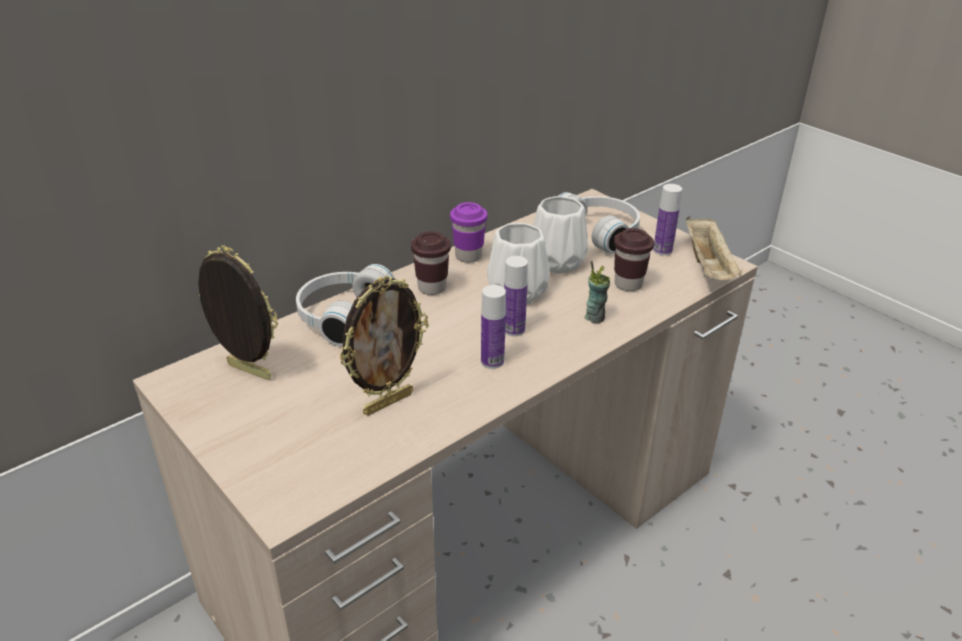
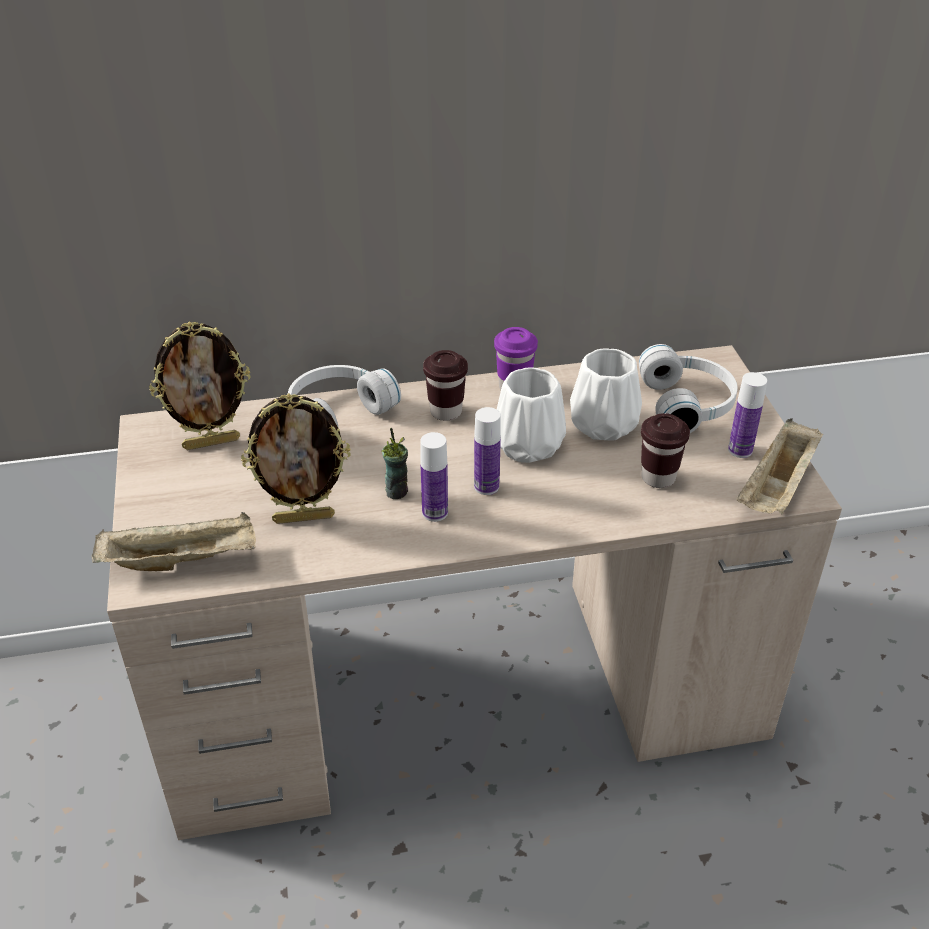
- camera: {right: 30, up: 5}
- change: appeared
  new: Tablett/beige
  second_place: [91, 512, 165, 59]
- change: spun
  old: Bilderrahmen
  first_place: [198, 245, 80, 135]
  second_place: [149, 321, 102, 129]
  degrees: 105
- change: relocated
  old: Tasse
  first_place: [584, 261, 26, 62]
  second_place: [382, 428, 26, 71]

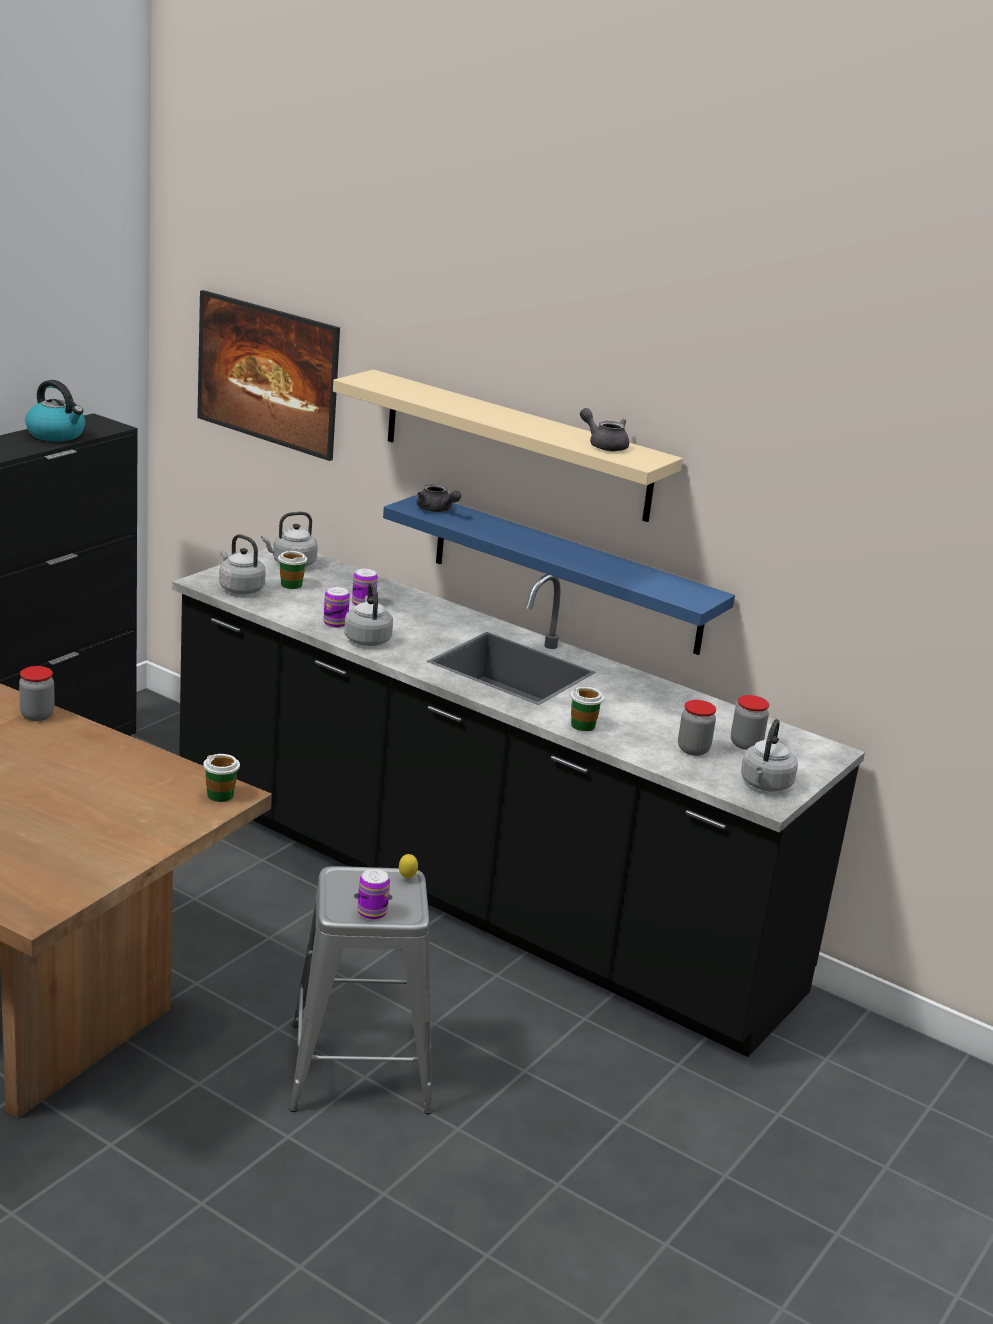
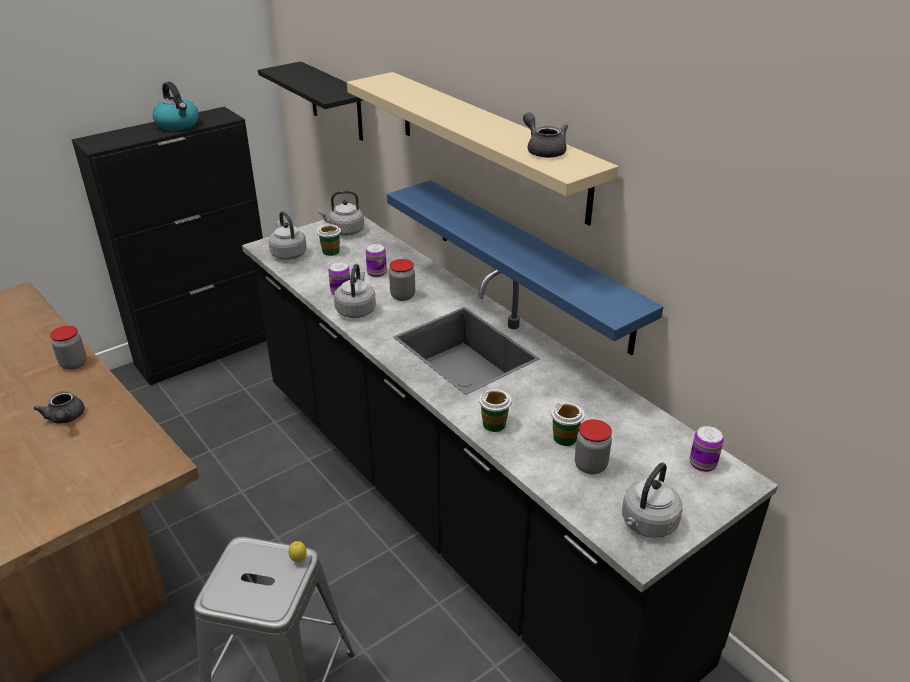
- camera: {right: 20, up: 10}
- change: relocated
  old: Teekanne/grau
  first_place: [417, 484, 44, 28]
  second_place: [34, 391, 51, 33]
- change: exchanged
  old: Bild
  new: Wandregal/schwarz
  first_place: [197, 290, 143, 171]
  second_place: [258, 61, 105, 80]
- change: relocated
  old: Vorratsglas
  first_place: [731, 695, 38, 55]
  second_place: [389, 259, 26, 42]
- change: relocated
  old: Tasse
  first_place: [203, 754, 37, 48]
  second_place: [551, 402, 34, 44]
- change: relocated
  old: Dose
  first_place: [357, 869, 33, 51]
  second_place: [690, 426, 34, 46]

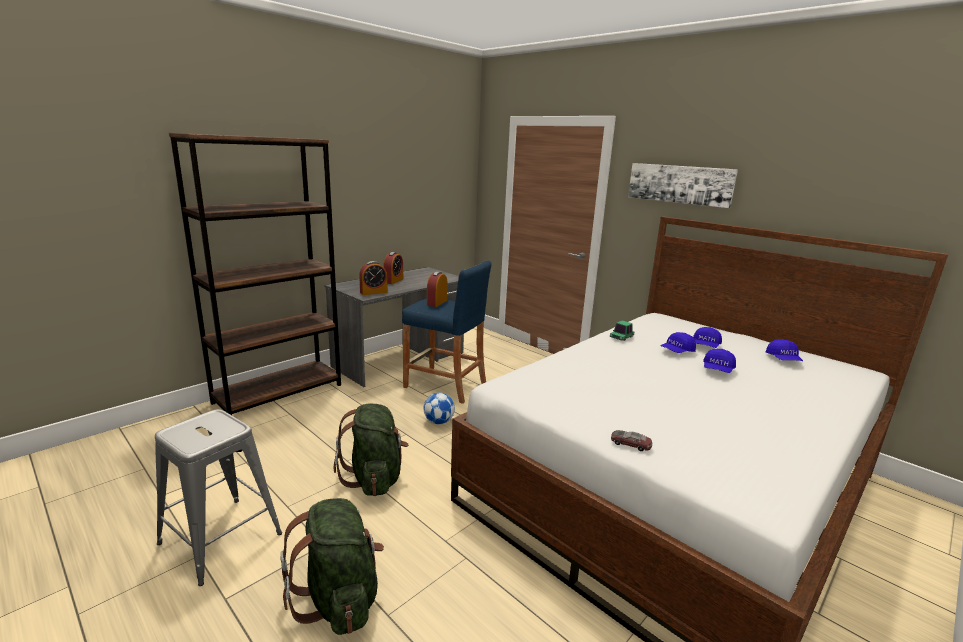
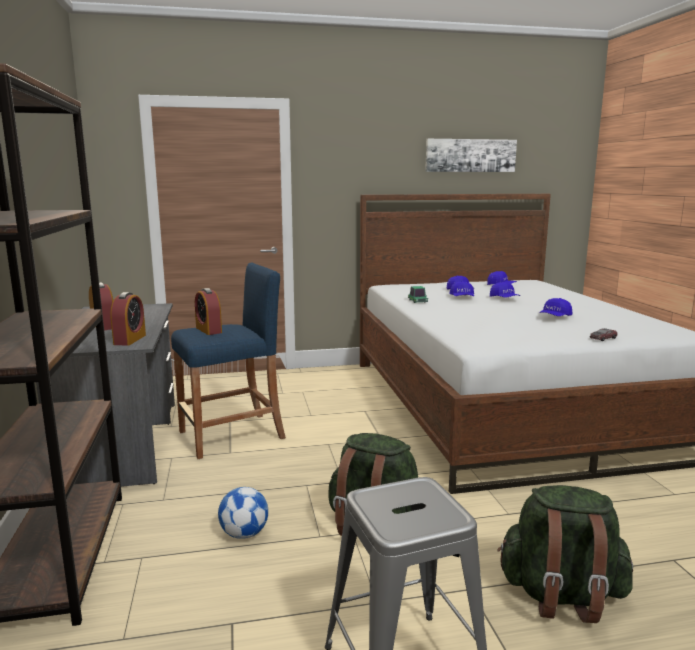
- camera: {right: -55, up: -5}
- change: relocated
  old: Fußball
  first_place: [424, 393, 31, 31]
  second_place: [218, 487, 51, 52]
- change: relocated
  old: Bild
  first_place: [628, 163, 110, 45]
  second_place: [425, 139, 92, 33]
- change: appeared
  new: Kappe/blau
  second_place: [539, 298, 33, 18]

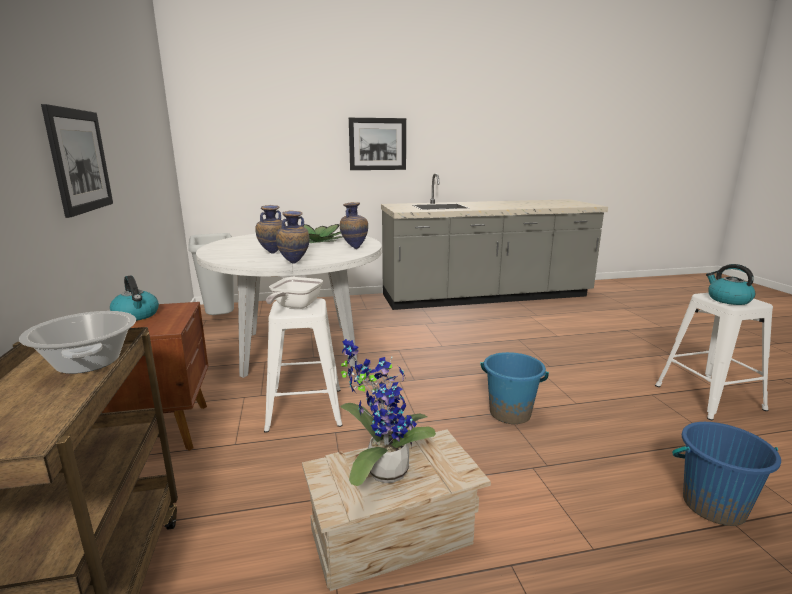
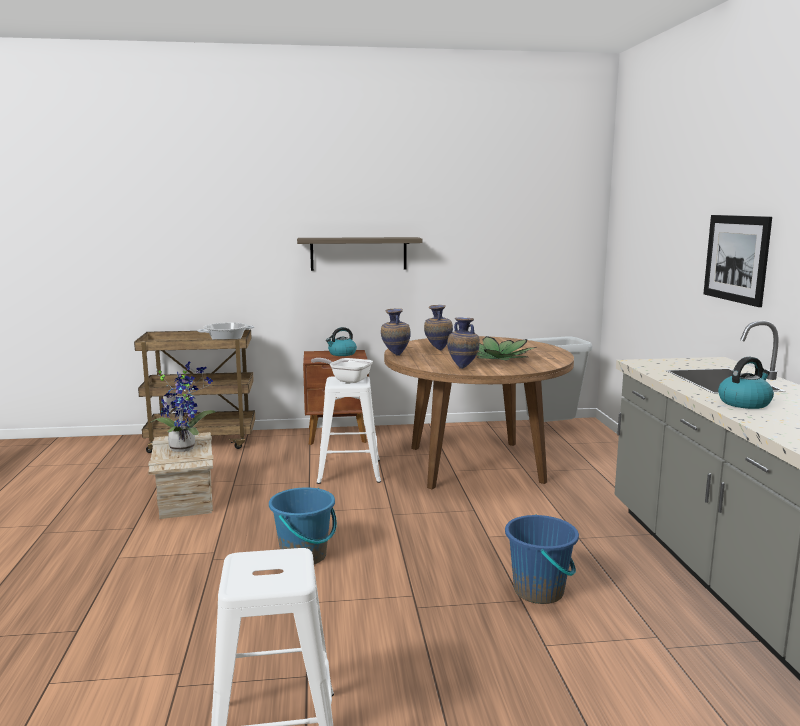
- camera: {right: 95, up: -5}
- change: exchanged
  old: Bild
  new: Wandregal
  first_place: [41, 104, 72, 114]
  second_place: [297, 237, 125, 34]
- change: colour
  old: Esstisch/weiß
  new: Esstisch/braun
  first_place: [196, 231, 186, 147]
  second_place: [384, 336, 190, 153]
- change: relocated
  old: Eimer/blau
  first_place: [672, 422, 109, 104]
  second_place: [505, 514, 74, 90]
- change: relocated
  old: Wasserkessel
  first_place: [706, 264, 49, 41]
  second_place: [718, 357, 56, 52]

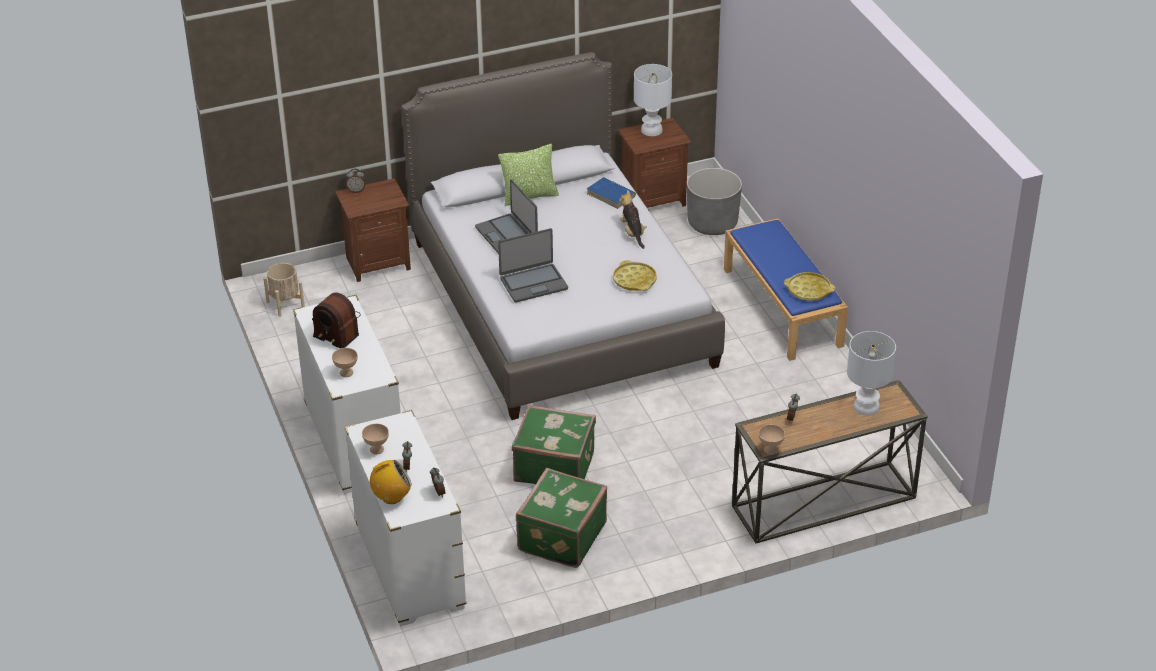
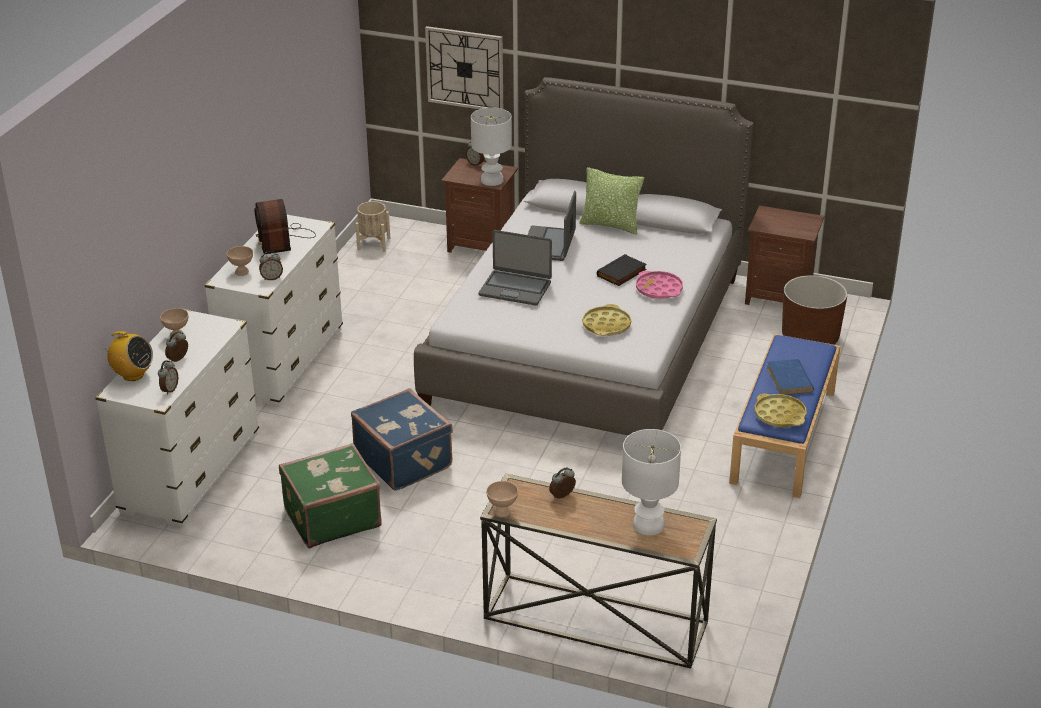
- camera: {right: 40, up: -5}
- change: appeared
  new: Wecker
  second_place: [259, 251, 24, 29]
- change: colour
  old: Koffer/grün
  new: Koffer/blau
  first_place: [512, 405, 84, 79]
  second_place: [351, 388, 102, 103]
- change: appeared
  new: Wanduhr
  second_place: [425, 26, 78, 83]
- change: relocated
  old: Tischlampe/weiß
  first_place: [634, 64, 38, 72]
  second_place: [471, 107, 41, 79]
- change: appeared
  new: Buch/schwarz
  second_place: [597, 254, 50, 32]
- change: exchanged
  old: Plüschtier
  new: Tablett/rosa
  first_place: [619, 190, 28, 59]
  second_place: [636, 271, 47, 28]
- change: relocated
  old: Buch/blau
  first_place: [587, 177, 49, 32]
  second_place: [767, 359, 47, 36]
- change: colour
  old: Pflanzkübel/grau
  new: Pflanzkübel/braun
  first_place: [687, 168, 55, 67]
  second_place: [782, 275, 65, 70]

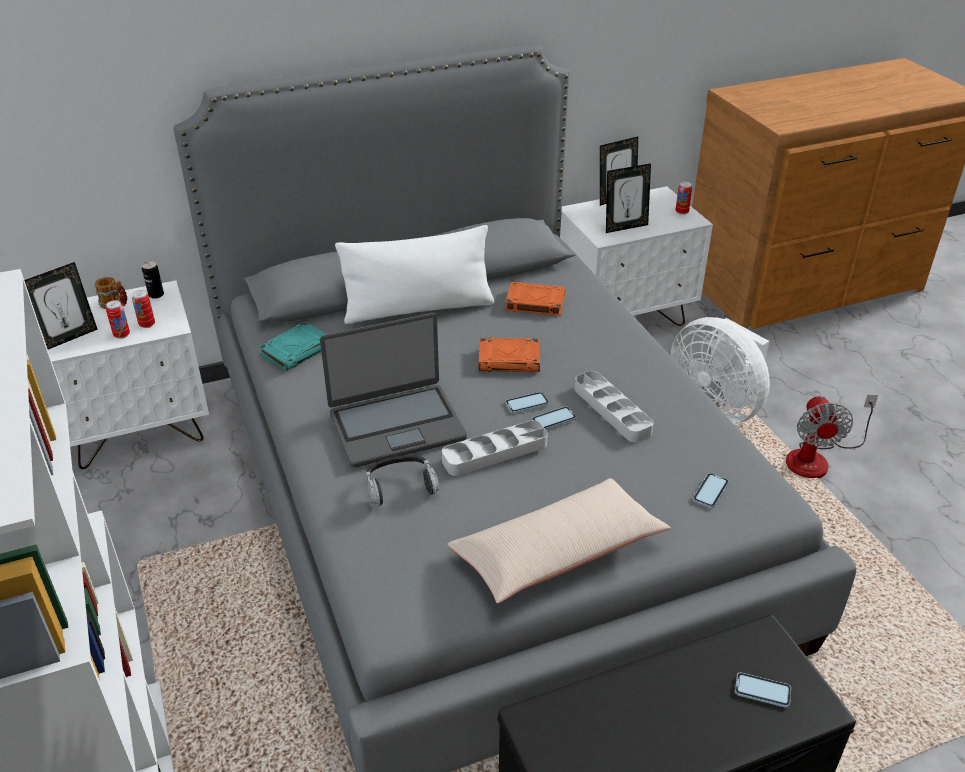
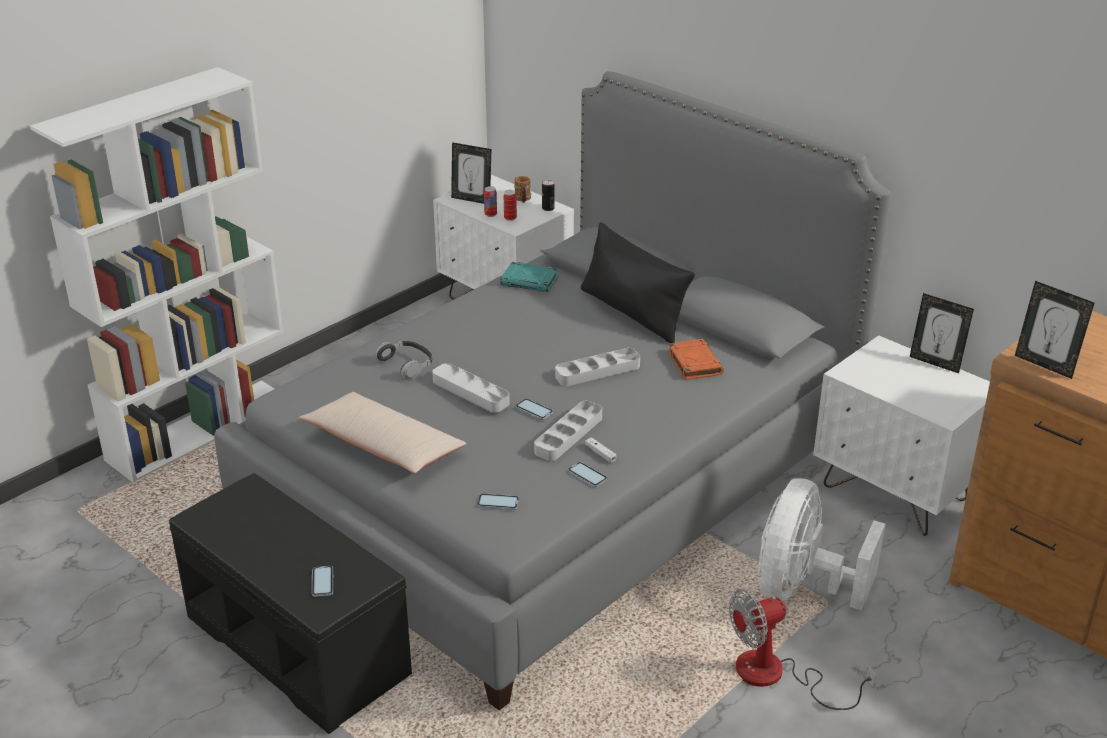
- camera: {right: 65, up: -5}
- change: exchanged
  old: Buch/orange
  new: Tablett/grau
  first_place: [479, 337, 61, 35]
  second_place: [555, 348, 85, 38]
- change: relocated
  old: Handy
  first_place: [505, 392, 44, 21]
  second_place: [568, 462, 39, 25]
- change: colour
  old: Kissen/weiß
  new: Kissen/schwarz
  first_place: [335, 225, 159, 99]
  second_place: [581, 222, 114, 121]
- change: appeared
  new: Gamepad/weiß
  second_place: [585, 437, 32, 26]
- change: relocated
  old: Bilderrahmen
  first_place: [606, 163, 45, 70]
  second_place: [1015, 281, 79, 98]
- change: missing
  old: Laptop
  first_place: [320, 313, 147, 154]
- change: missing
  old: Dose
  first_place: [675, 182, 17, 33]

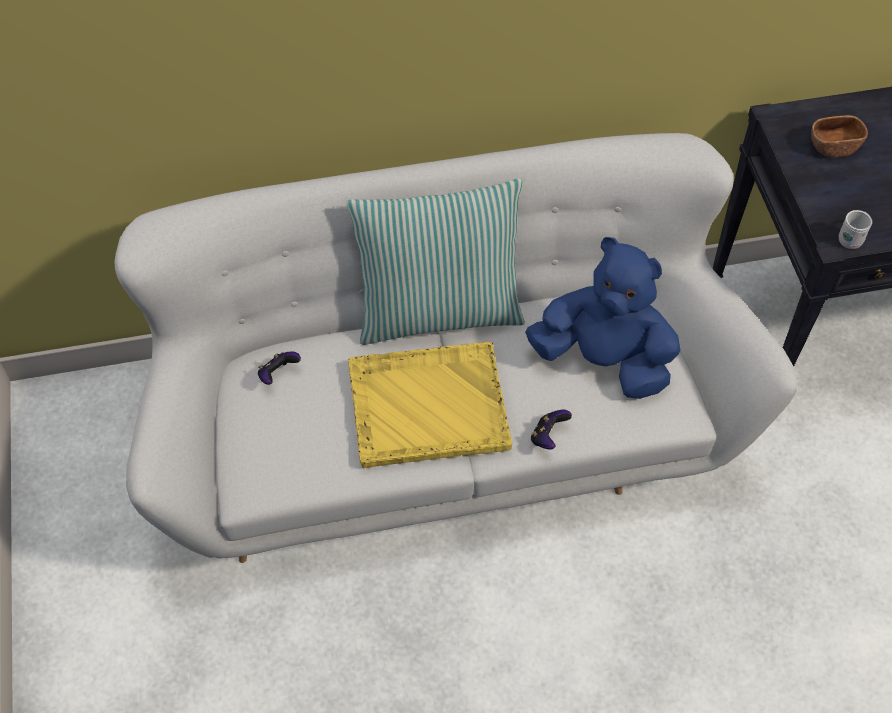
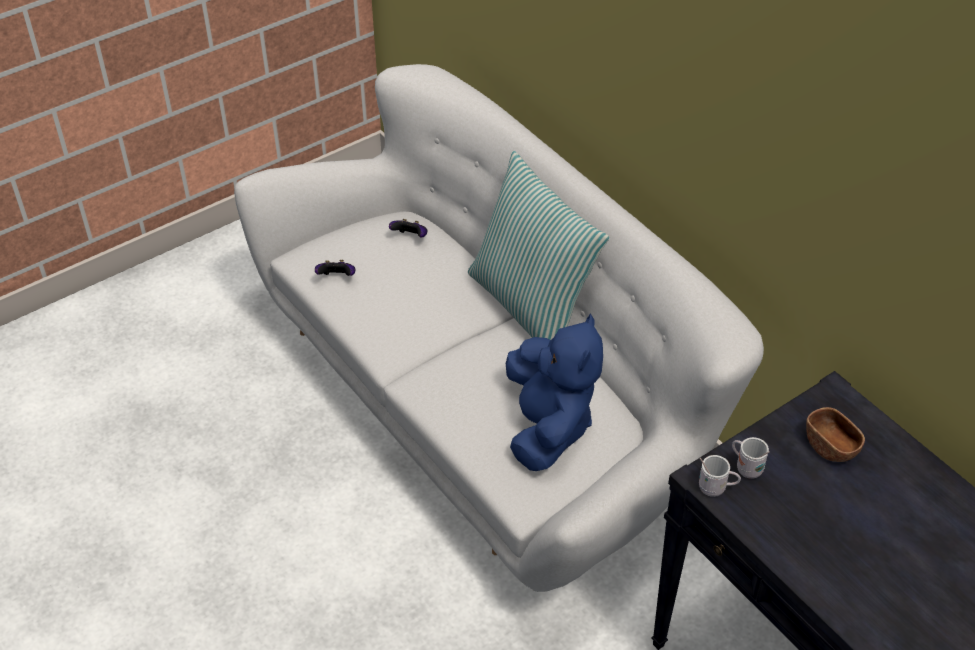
- camera: {right: 65, up: -10}
- change: relocated
  old: Gamepad
  first_place: [531, 410, 41, 40]
  second_place: [315, 260, 40, 16]
- change: appeared
  new: Henkelbecher/weiß
  second_place: [732, 437, 37, 42]
- change: missing
  old: Tablett/gelb
  first_place: [348, 342, 164, 127]

